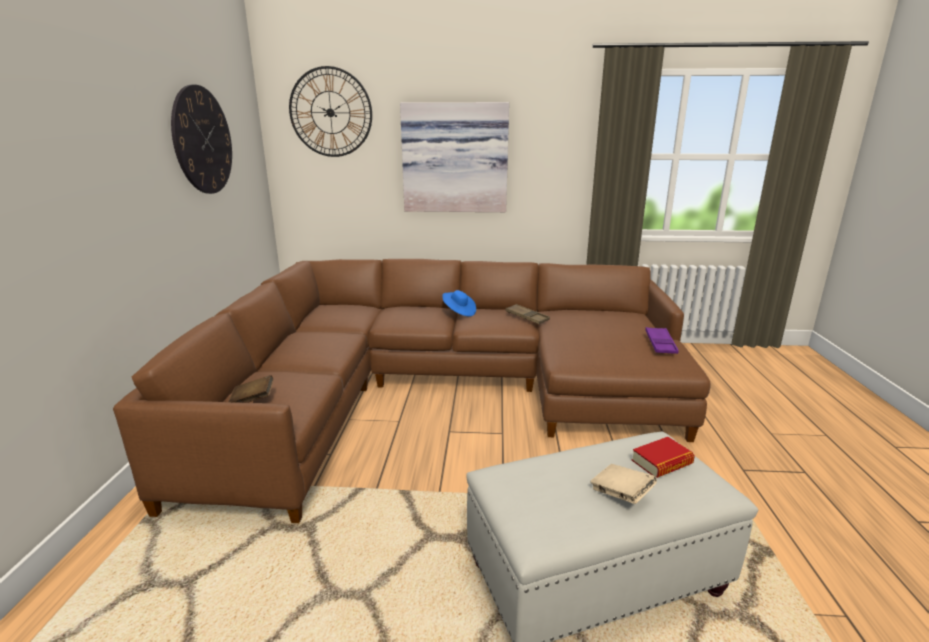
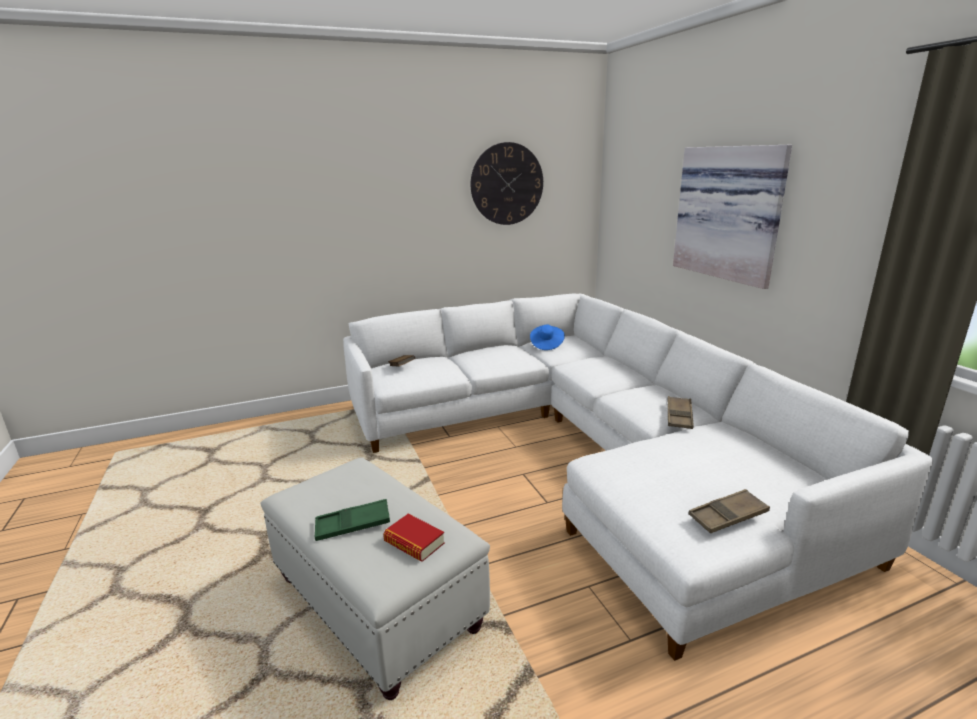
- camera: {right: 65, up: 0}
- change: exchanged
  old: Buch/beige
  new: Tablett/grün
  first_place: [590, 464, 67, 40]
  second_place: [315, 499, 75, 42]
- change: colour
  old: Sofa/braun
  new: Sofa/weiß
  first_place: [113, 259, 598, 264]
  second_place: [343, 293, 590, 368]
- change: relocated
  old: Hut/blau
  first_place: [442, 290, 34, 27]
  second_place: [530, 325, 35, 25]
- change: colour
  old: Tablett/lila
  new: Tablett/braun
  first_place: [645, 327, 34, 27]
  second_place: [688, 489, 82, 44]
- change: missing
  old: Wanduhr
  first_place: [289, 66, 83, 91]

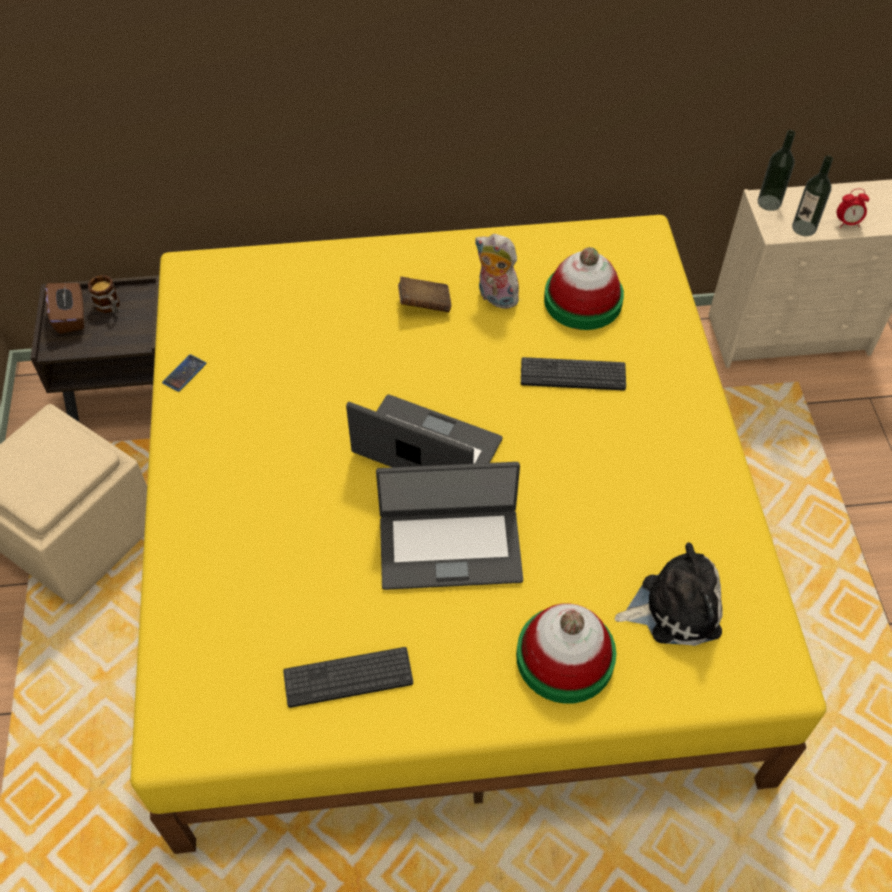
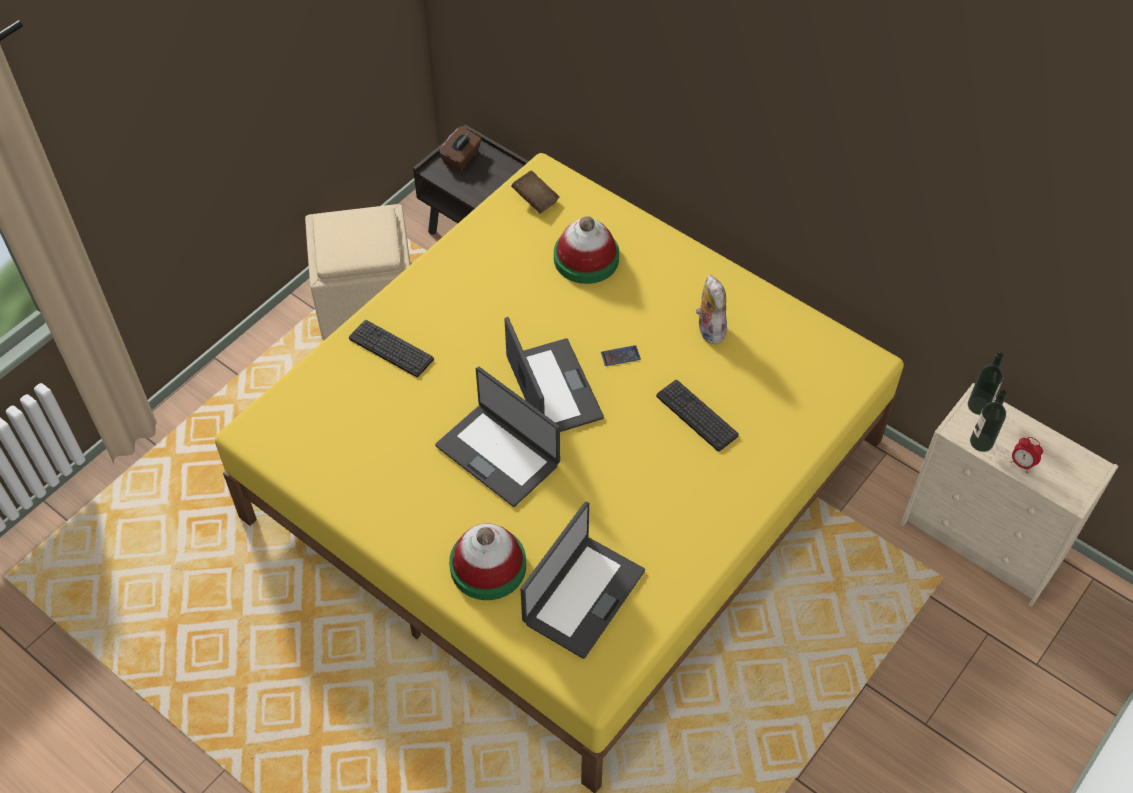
- camera: {right: 45, up: 0}
- change: relocated
  old: Tastatur
  first_place: [283, 647, 130, 61]
  second_place: [349, 320, 85, 57]
- change: relocated
  old: Buch/braun
  first_place: [398, 277, 53, 35]
  second_place: [511, 170, 48, 44]
- change: exchanged
  old: Plüschtier
  new: Laptop
  first_place: [615, 542, 108, 104]
  second_place: [521, 501, 124, 158]
- change: relocated
  old: Hut
  first_place: [544, 247, 80, 83]
  second_place: [554, 216, 65, 68]
- change: relocated
  old: Handy
  first_place: [162, 354, 44, 38]
  second_place: [601, 345, 40, 21]
- change: missing
  old: Henkelbecher
  first_place: [88, 275, 32, 38]

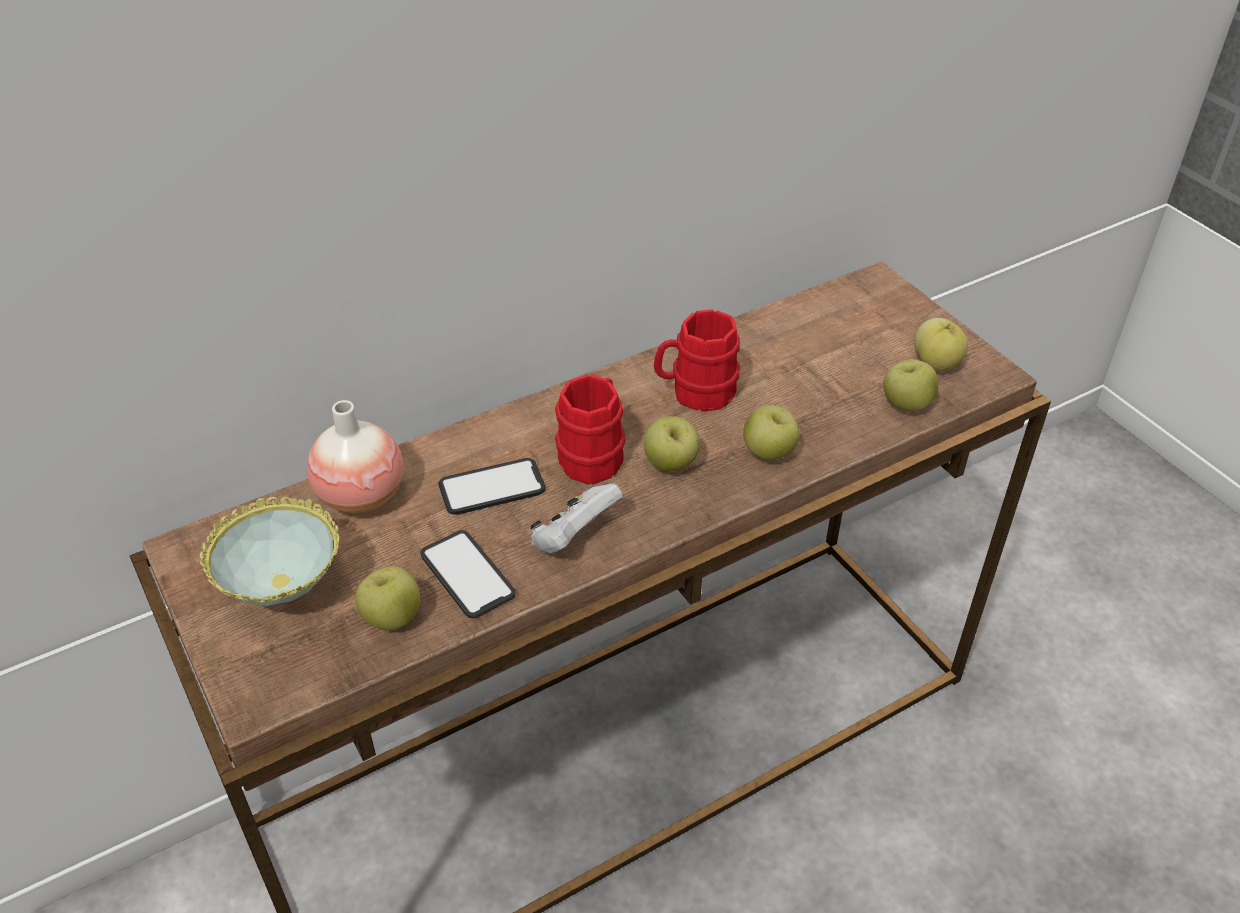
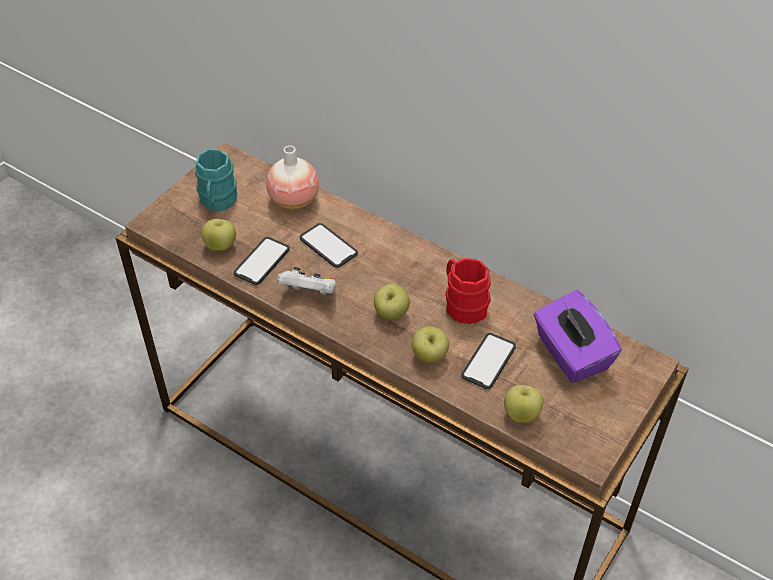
- camera: {right: 65, up: 5}
- change: exchanged
  old: Schüssel
  new: Henkelbecher/türkis
  first_place: [200, 497, 139, 109]
  second_place: [195, 149, 42, 62]
- change: appeared
  new: Handy
  second_place: [461, 333, 55, 56]
- change: appeared
  new: Taschentuchbox/lila
  second_place: [534, 290, 88, 93]
- change: missing
  old: Henkelbecher/rot
  first_place: [555, 375, 71, 109]
- change: missing
  old: Apfel
  first_place: [914, 318, 54, 54]

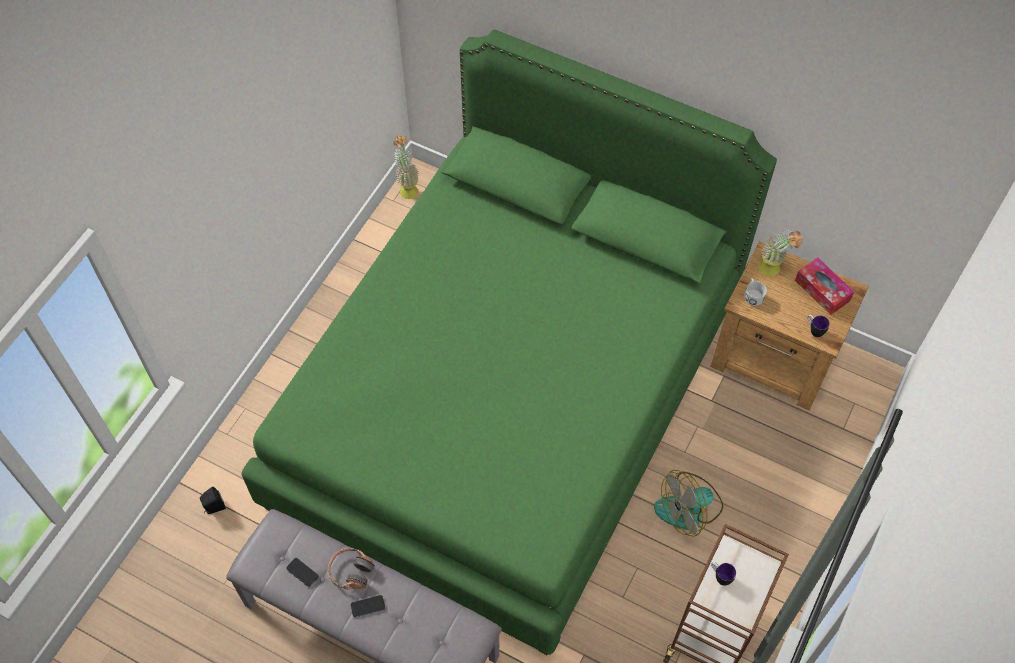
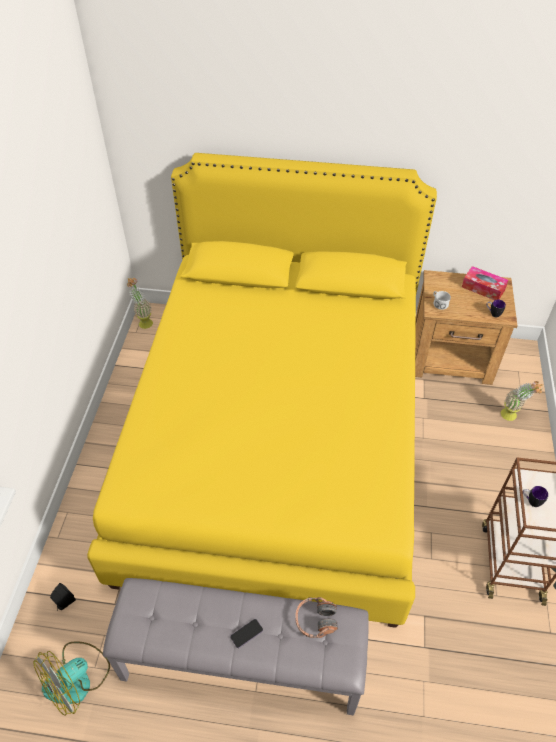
- camera: {right: -20, up: -10}
- change: relocated
  old: Ventilator
  first_place: [654, 470, 69, 67]
  second_place: [33, 642, 77, 74]
- change: colour
  old: Bett/grün
  new: Bett/gelb
  first_place: [241, 30, 536, 625]
  second_place: [87, 153, 350, 475]
- change: relocated
  old: Kopfhörer
  first_place: [328, 547, 47, 42]
  second_place: [295, 597, 43, 41]
- change: relocated
  old: Topfpflanze
  first_place: [759, 230, 44, 46]
  second_place: [501, 381, 42, 40]
- change: missing
  old: Handy
  first_place: [286, 558, 33, 29]

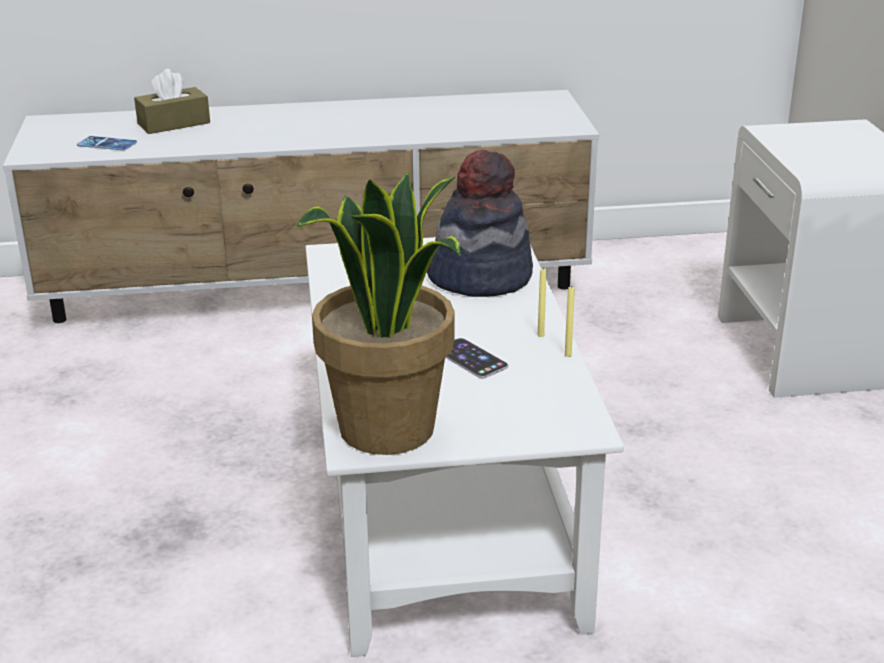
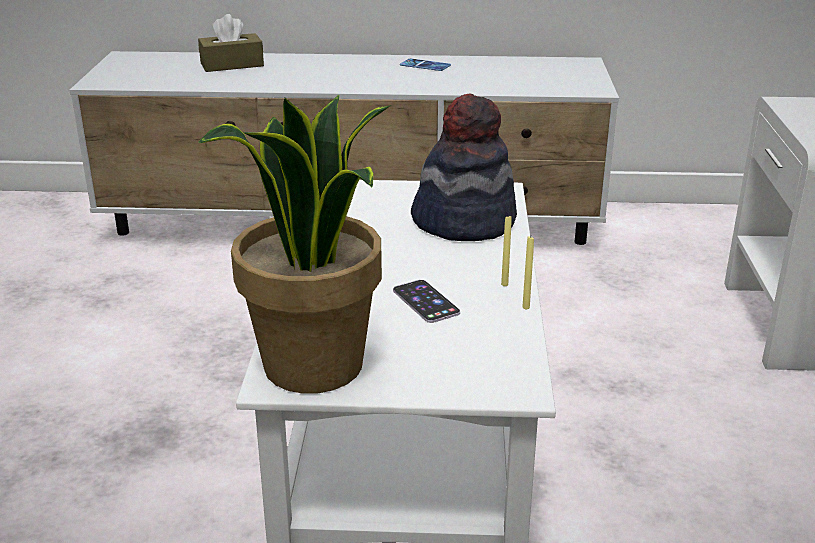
- camera: {right: 10, up: 0}
- change: relocated
  old: Handy
  first_place: [77, 136, 60, 14]
  second_place: [400, 58, 51, 13]

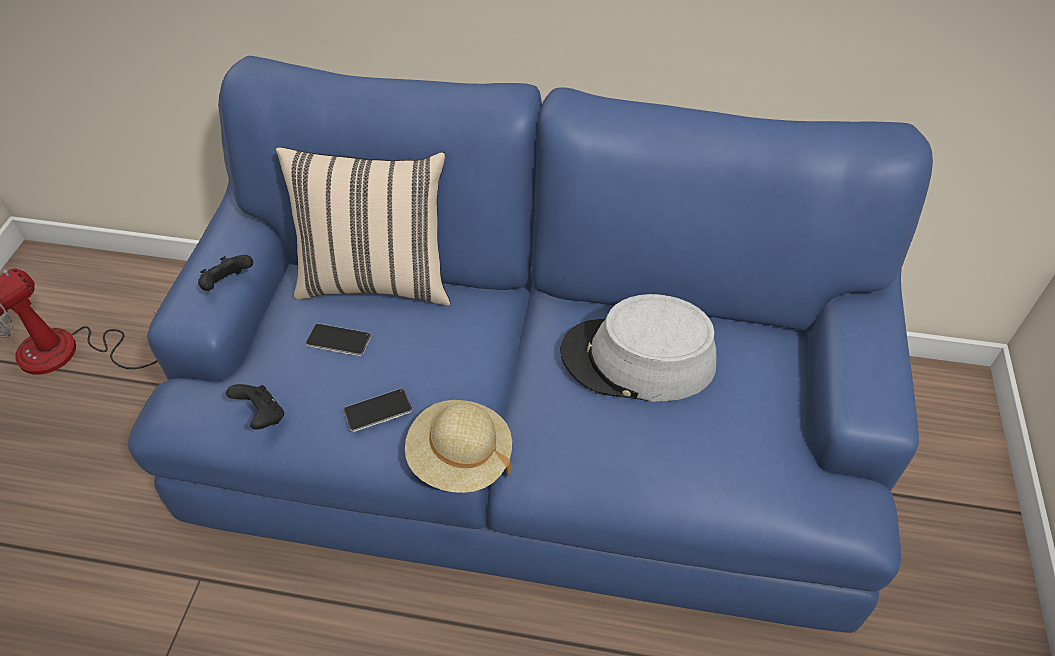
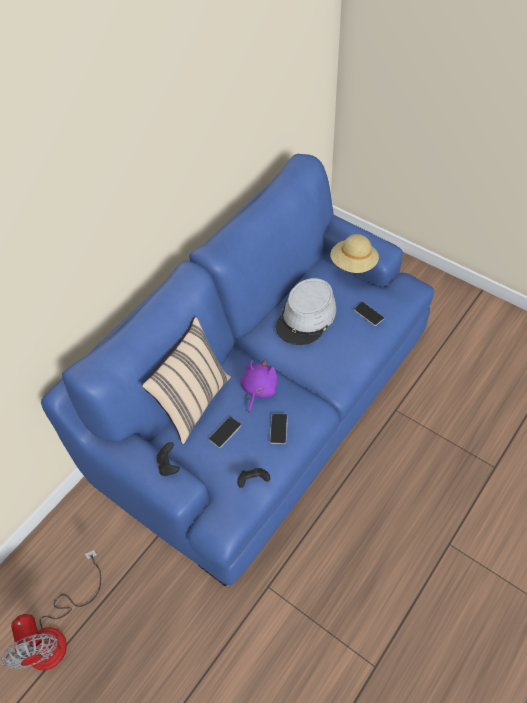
- camera: {right: -60, up: 5}
- change: appeared
  new: Plüschtier/lila
  second_place: [240, 359, 38, 54]
- change: relocated
  old: Hut/beige
  first_place: [405, 400, 107, 93]
  second_place: [330, 234, 49, 39]
- change: appeared
  new: Handy
  second_place: [353, 302, 31, 24]

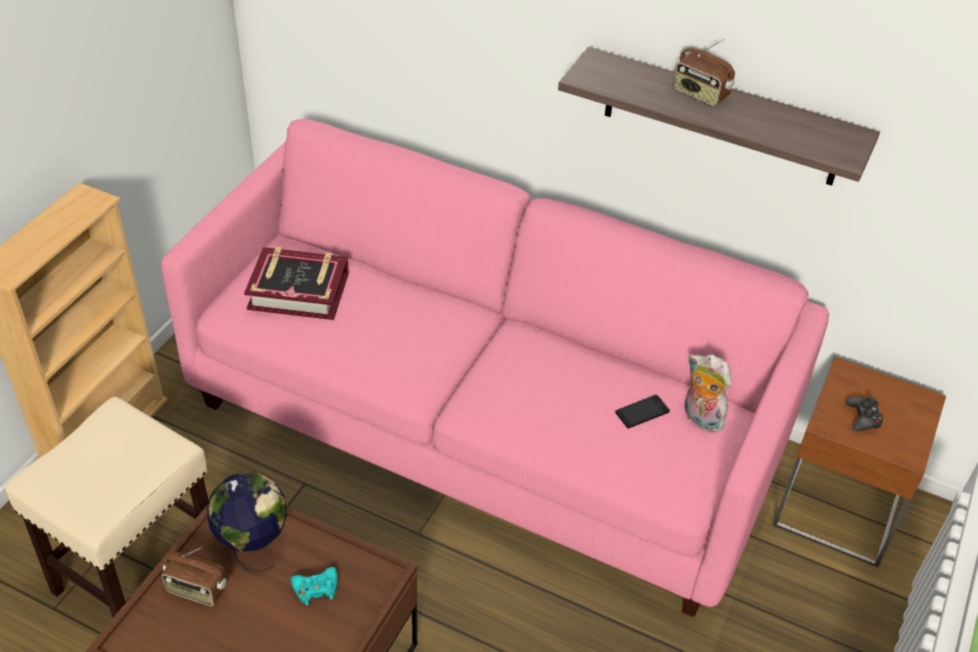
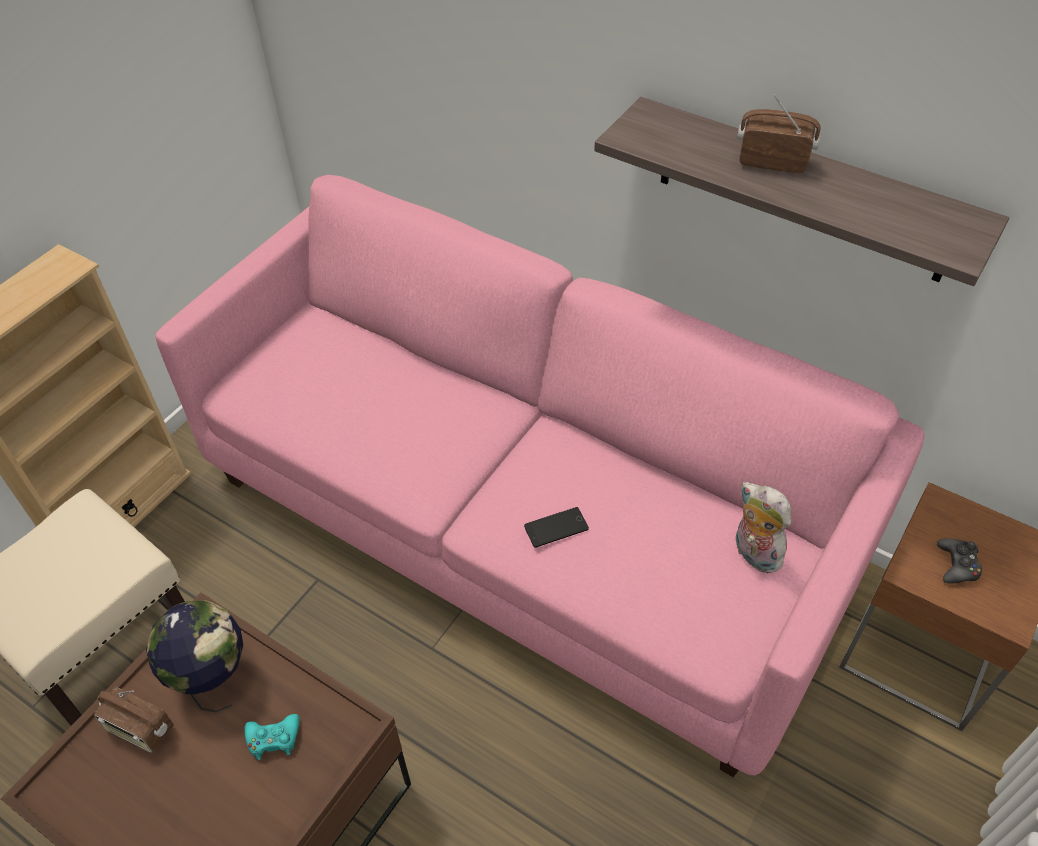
- camera: {right: 10, up: 5}
- change: relocated
  old: Handy
  first_place: [615, 395, 55, 34]
  second_place: [524, 507, 65, 41]
- change: spun
  old: Radio
  first_place: [673, 38, 62, 68]
  second_place: [737, 94, 84, 79]
  degrees: 150
- change: missing
  old: Buch
  first_place: [244, 247, 105, 73]

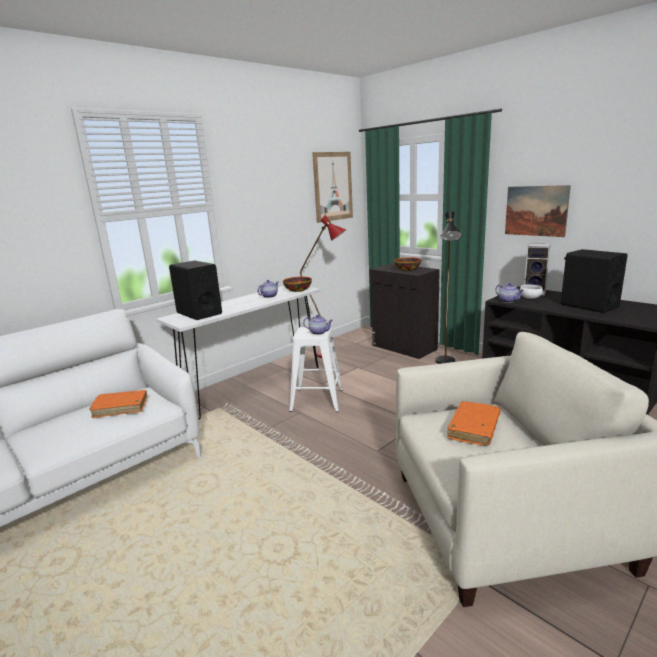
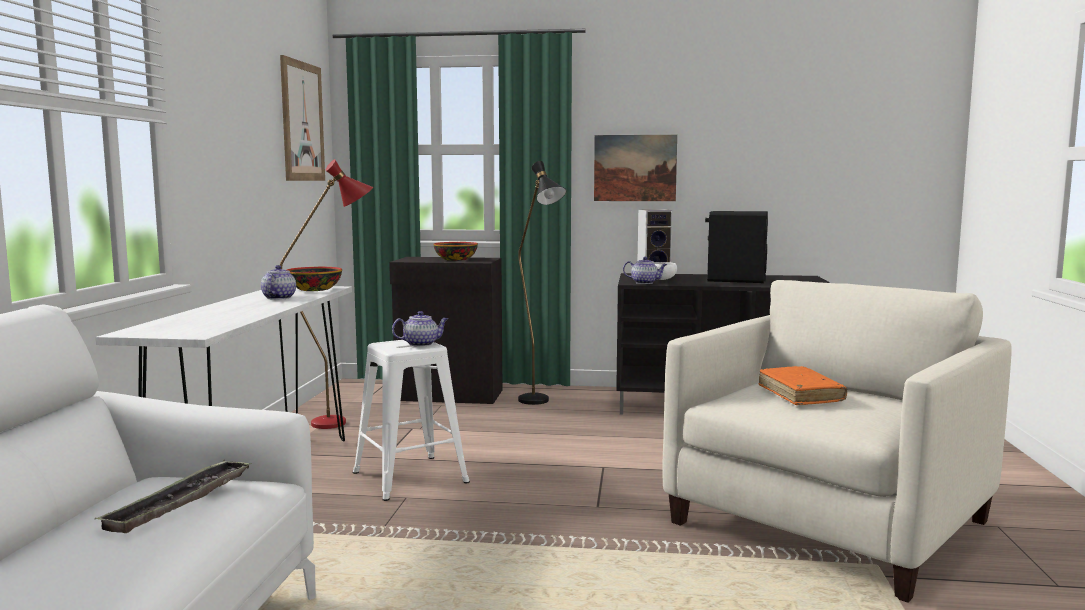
- camera: {right: -40, up: -10}
- change: exchanged
  old: Buch/orange
  new: Tablett
  first_place: [89, 390, 58, 28]
  second_place: [95, 460, 157, 73]
- change: missing
  old: Lautsprecher/schwarz
  first_place: [169, 260, 53, 60]

